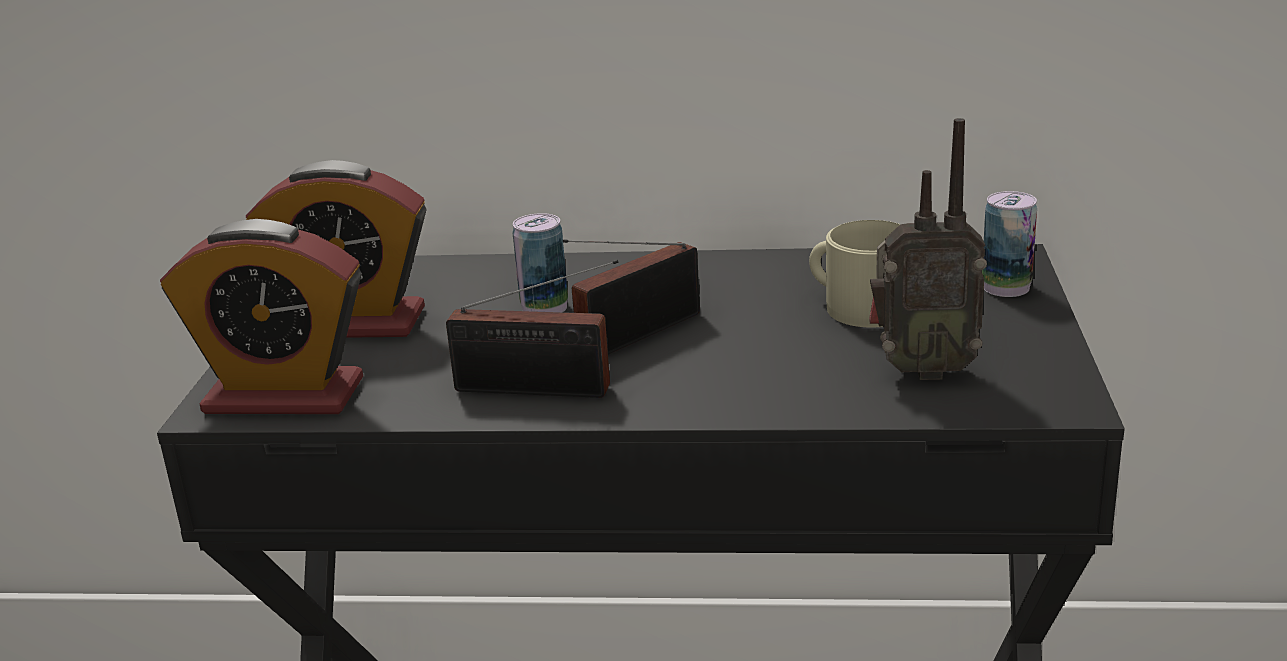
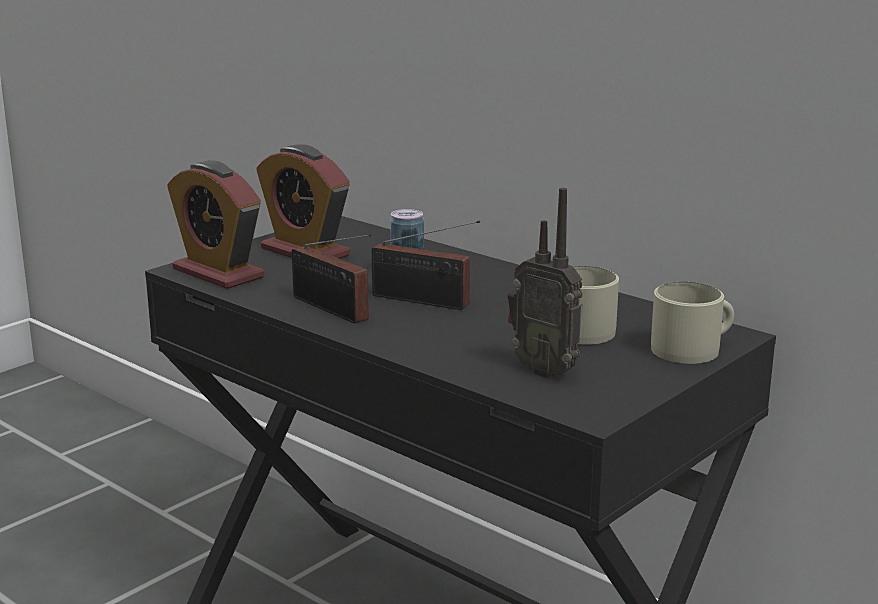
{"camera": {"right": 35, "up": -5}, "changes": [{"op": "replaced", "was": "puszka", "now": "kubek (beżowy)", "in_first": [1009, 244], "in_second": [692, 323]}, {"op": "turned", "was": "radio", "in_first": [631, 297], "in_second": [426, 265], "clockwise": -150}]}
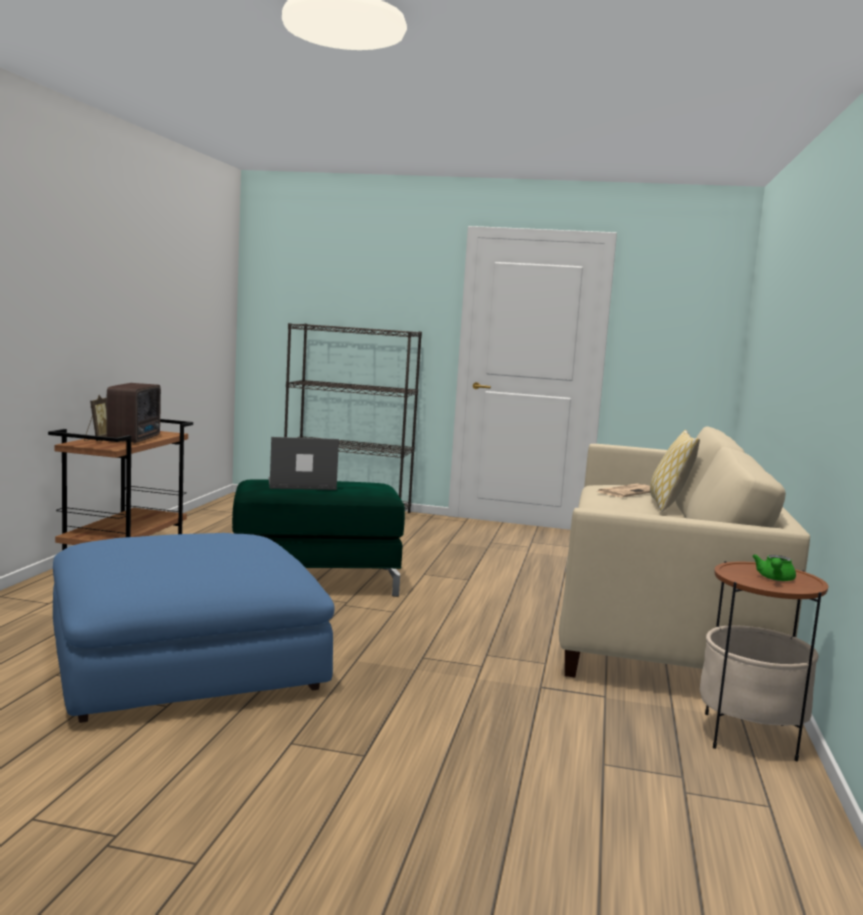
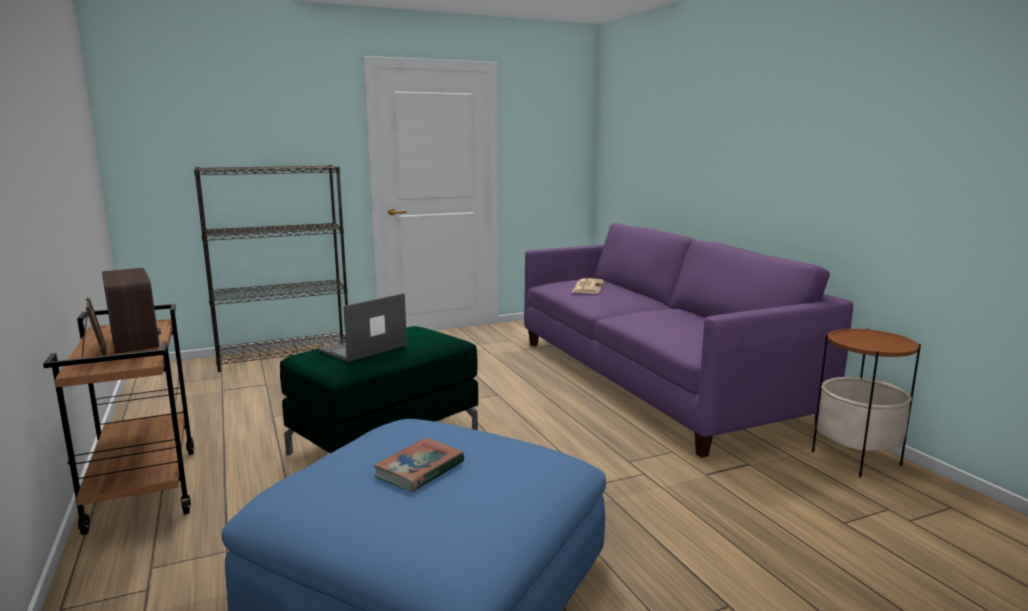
{"camera": {"right": -35, "up": 5}, "changes": [{"op": "removed", "was": "poduszka", "in_first": [675, 471]}, {"op": "removed", "was": "imbryk (zielony)", "in_first": [774, 567]}, {"op": "added", "now": "książka", "in_second": [418, 465]}, {"op": "recoloured", "was": "kanapa (beżowy)", "now": "kanapa (fioletowy)", "in_first": [684, 552], "in_second": [688, 340]}]}
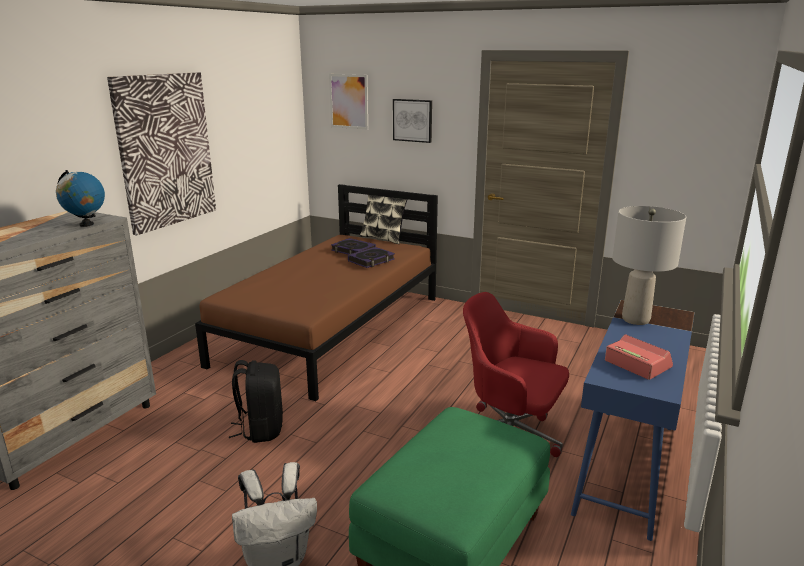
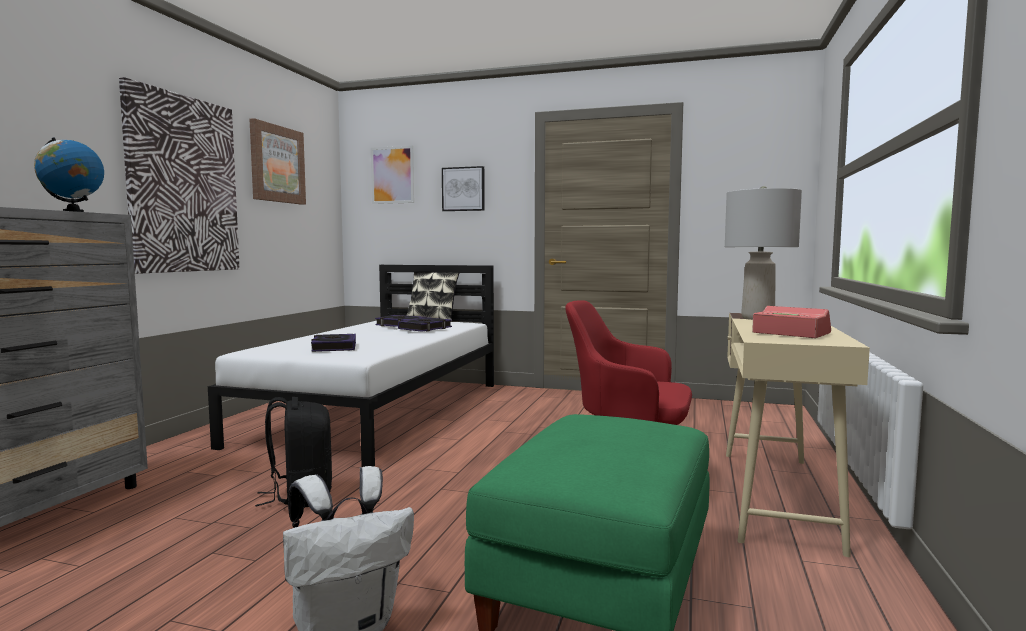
{"camera": {"right": -10, "up": -15}, "changes": [{"op": "added", "now": "obraz", "in_second": [278, 161]}, {"op": "added", "now": "książka", "in_second": [333, 343]}, {"op": "recoloured", "was": "łóżko (brązowy)", "now": "łóżko (biały)", "in_first": [316, 292], "in_second": [351, 366]}, {"op": "recoloured", "was": "biurko (niebieski)", "now": "biurko (beżowy)", "in_first": [633, 420], "in_second": [798, 435]}]}
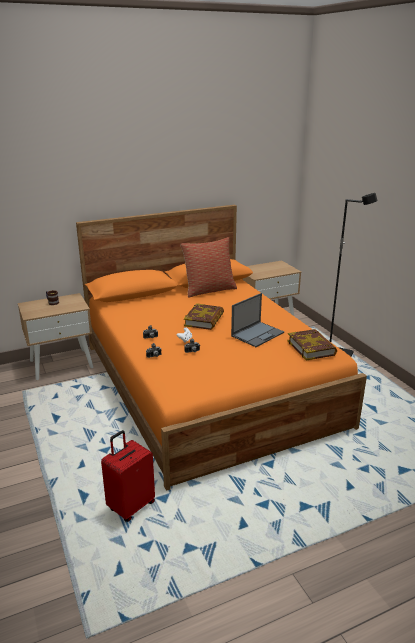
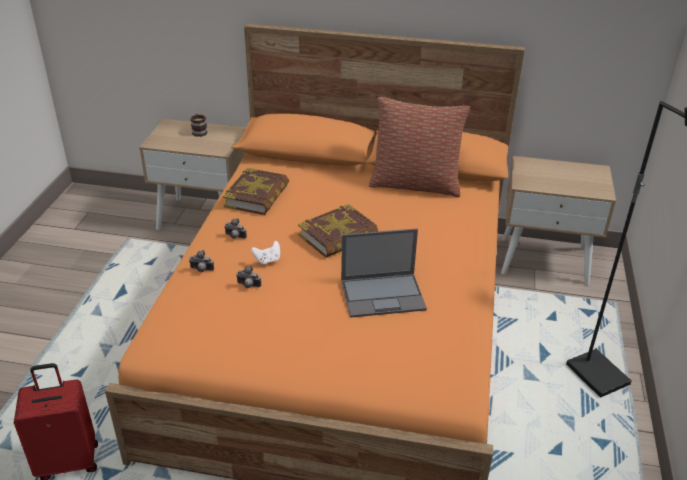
{"camera": {"right": 35, "up": 10}, "changes": [{"op": "moved", "was": "książka", "in_first": [312, 345], "in_second": [256, 191]}]}
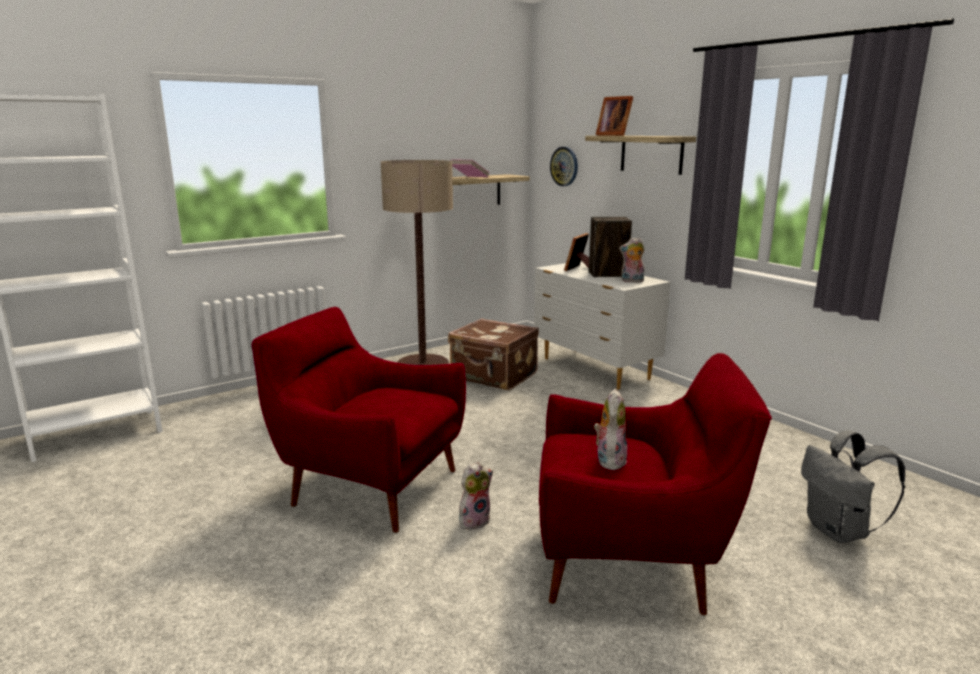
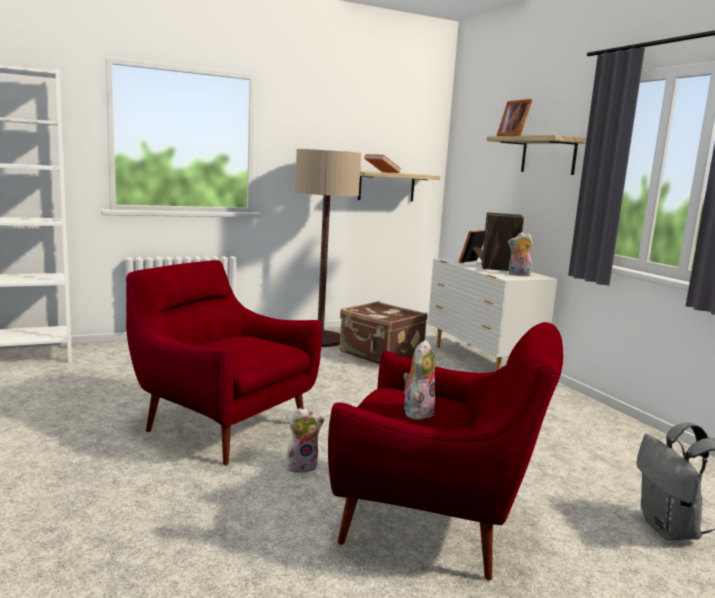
{"camera": {"right": 10, "up": -5}, "changes": [{"op": "removed", "was": "zegar ścienny", "in_first": [564, 166]}, {"op": "recoloured", "was": "książka (różowy)", "now": "książka (pomarańczowy)", "in_first": [470, 168], "in_second": [382, 163]}]}
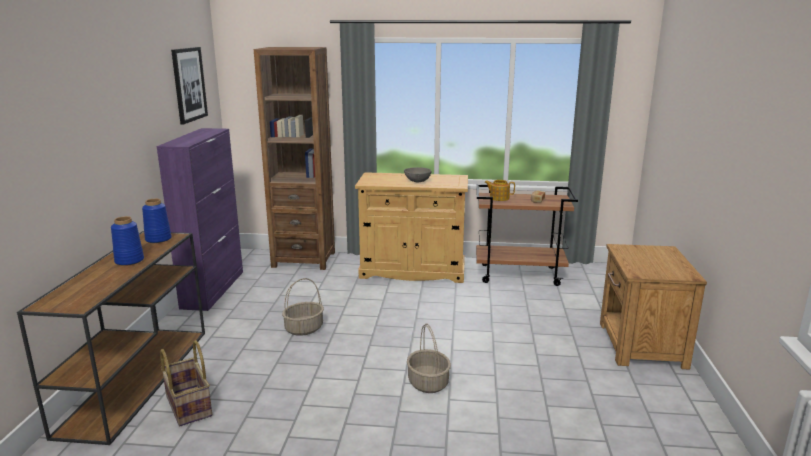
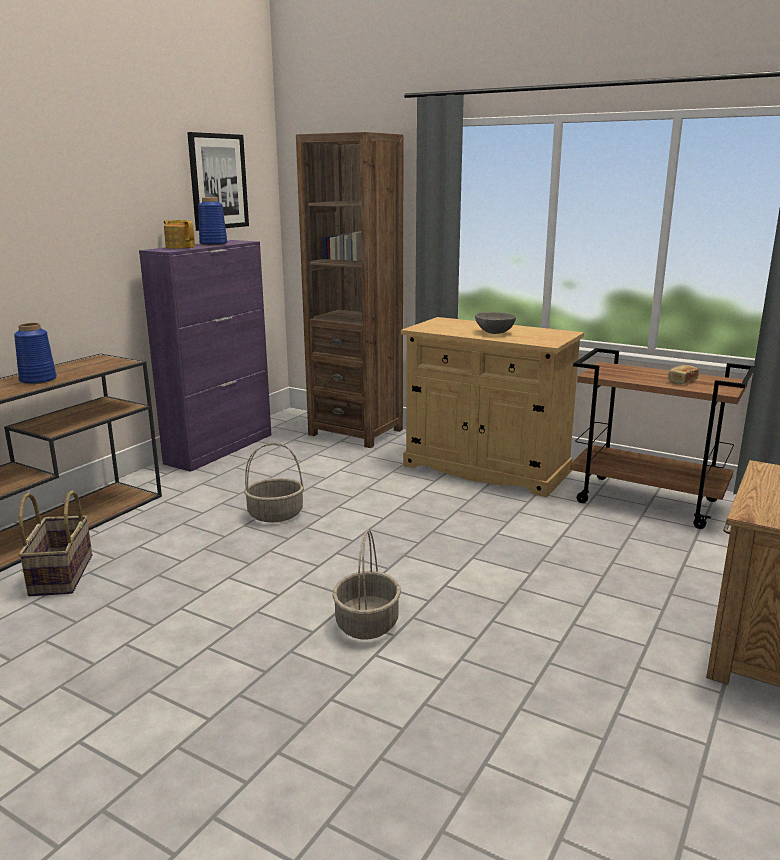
{"camera": {"right": 25, "up": 0}, "changes": [{"op": "moved", "was": "wazon (niebieski)", "in_first": [157, 221], "in_second": [212, 221]}, {"op": "moved", "was": "imbryk", "in_first": [499, 190], "in_second": [179, 234]}]}
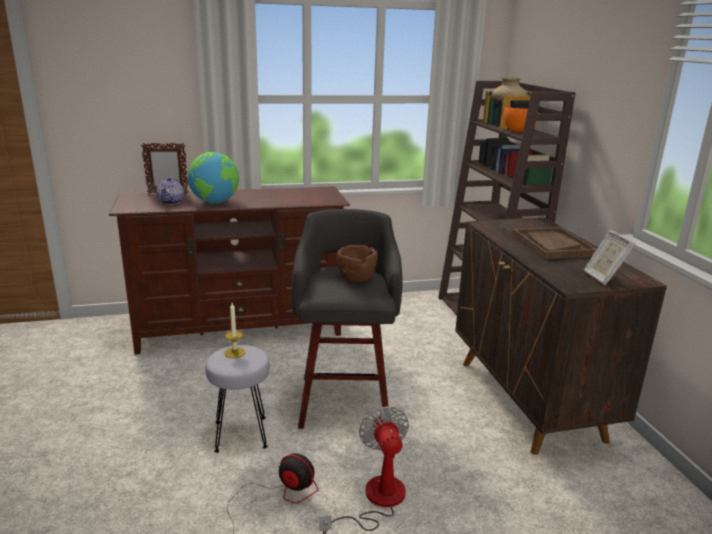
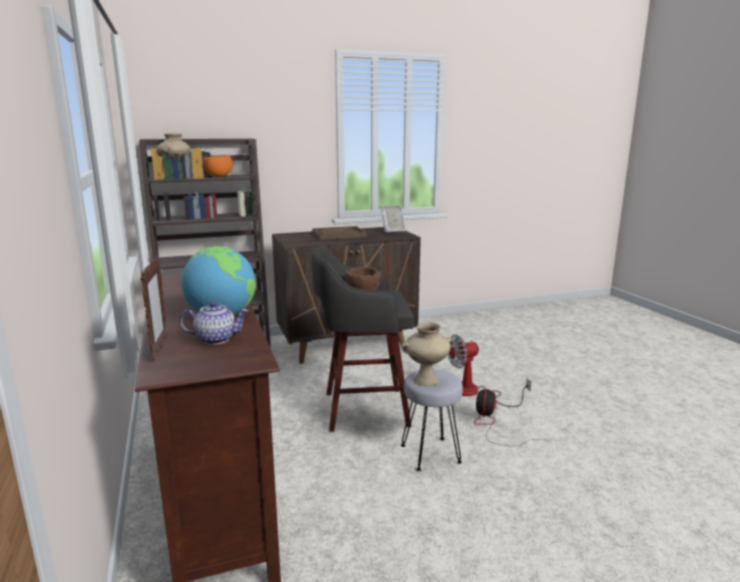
{"camera": {"right": -95, "up": -5}, "changes": [{"op": "replaced", "was": "świeca", "now": "wazon (beżowy)", "in_first": [234, 330], "in_second": [427, 354]}]}
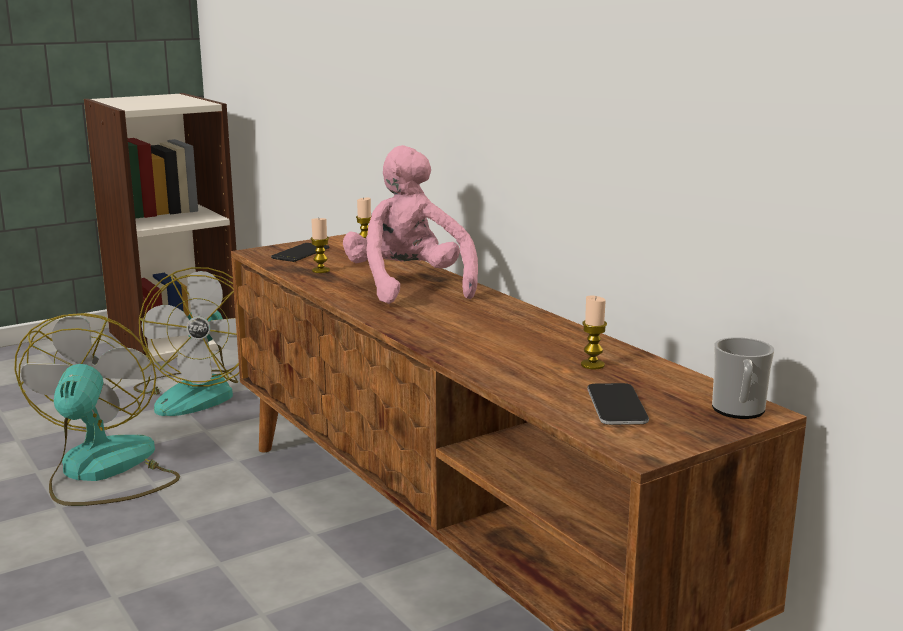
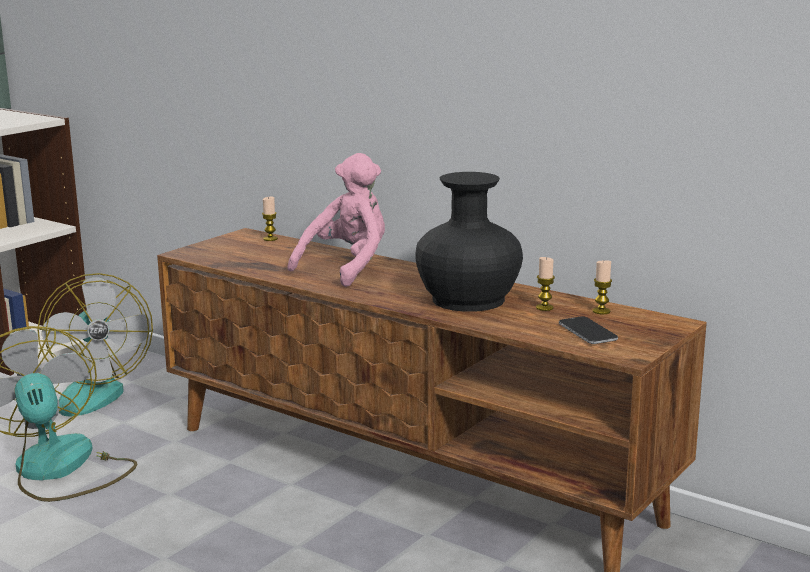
{"camera": {"right": -20, "up": 0}, "changes": [{"op": "removed", "was": "telefon", "in_first": [300, 252]}, {"op": "removed", "was": "kubek", "in_first": [743, 378]}, {"op": "added", "now": "wazon (czarny)", "in_second": [469, 242]}, {"op": "moved", "was": "świeca", "in_first": [320, 245], "in_second": [602, 287]}, {"op": "turned", "was": "pluszak (różowy)", "in_first": [410, 224], "in_second": [336, 220], "clockwise": 75}]}
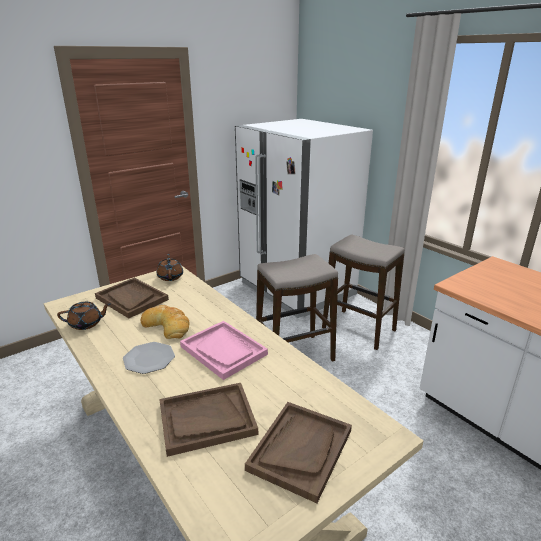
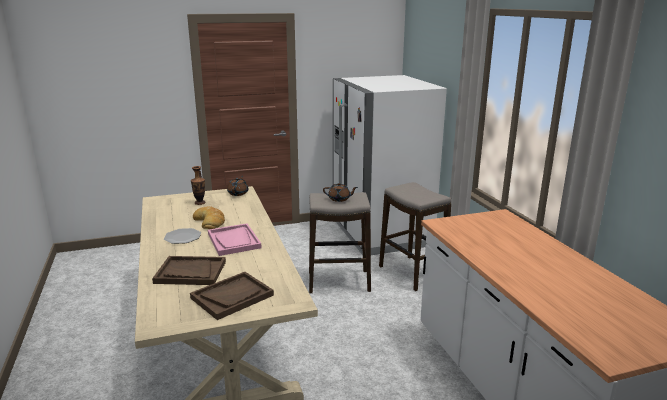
{"camera": {"right": 20, "up": -5}, "changes": [{"op": "moved", "was": "imbryk (brązowy)", "in_first": [83, 316], "in_second": [340, 192]}, {"op": "replaced", "was": "taca (brązowy)", "now": "wazon", "in_first": [132, 298], "in_second": [198, 185]}]}
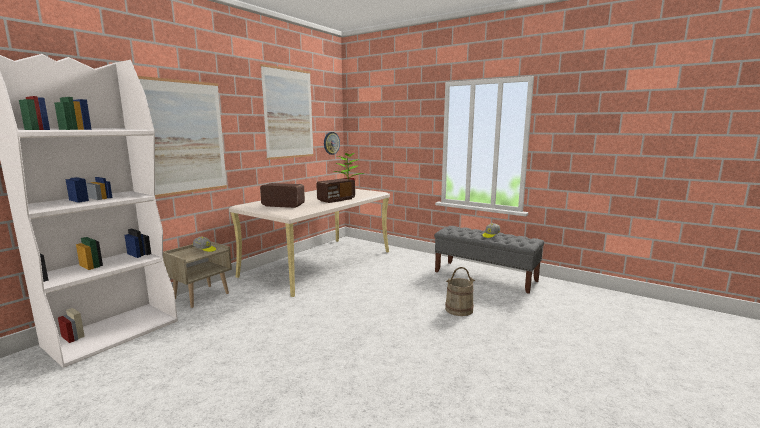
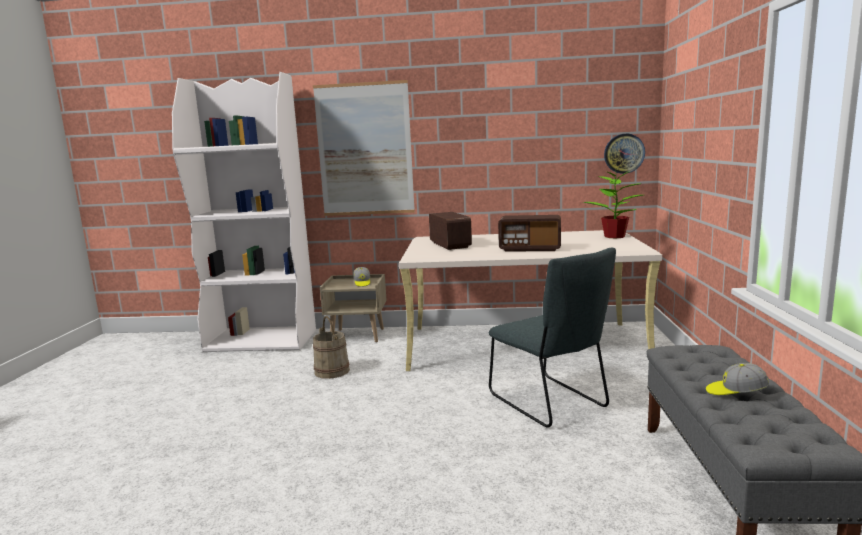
{"camera": {"right": 60, "up": 0}, "changes": [{"op": "removed", "was": "obraz", "in_first": [287, 112]}, {"op": "added", "now": "krzesło (szary)", "in_second": [552, 338]}, {"op": "moved", "was": "wiadro (beżowy)", "in_first": [460, 291], "in_second": [331, 347]}]}
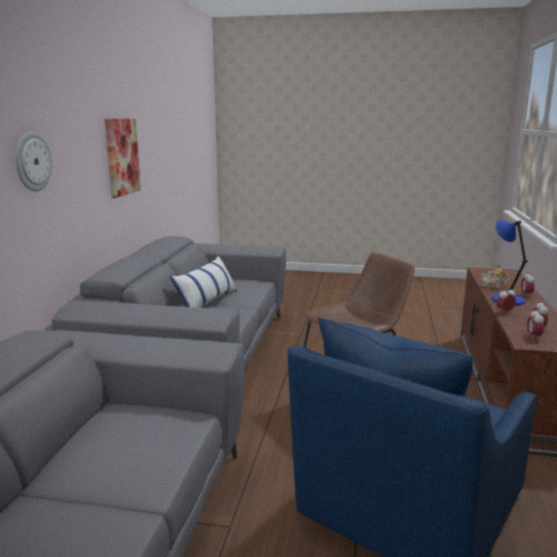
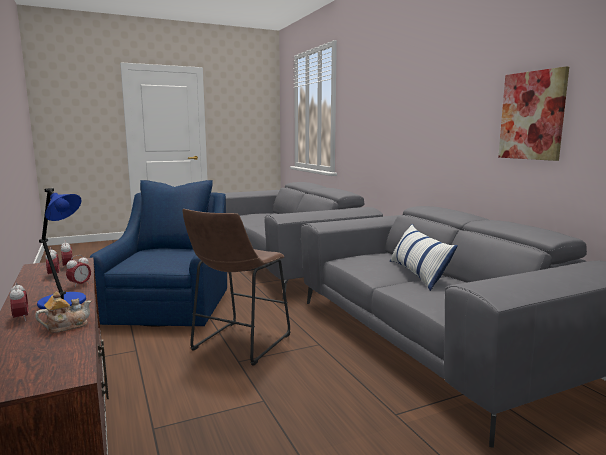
{"camera": {"right": 145, "up": -5}, "changes": [{"op": "removed", "was": "zegar ścienny", "in_first": [33, 161]}]}
